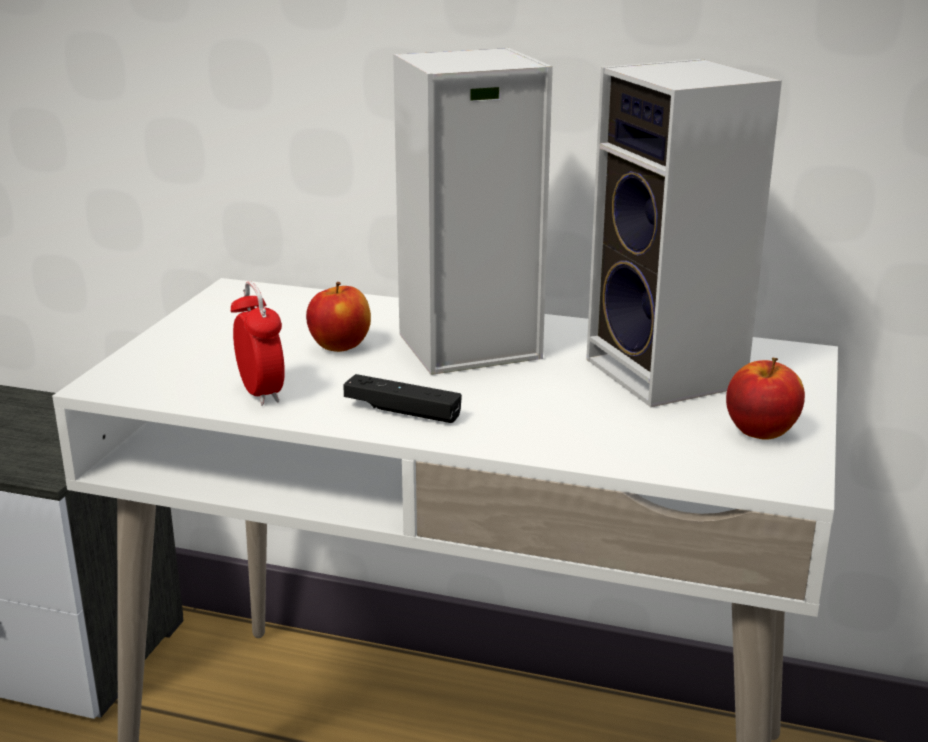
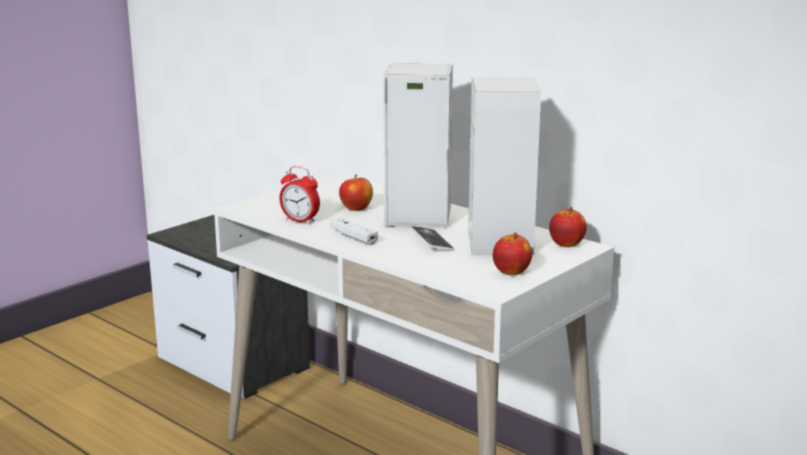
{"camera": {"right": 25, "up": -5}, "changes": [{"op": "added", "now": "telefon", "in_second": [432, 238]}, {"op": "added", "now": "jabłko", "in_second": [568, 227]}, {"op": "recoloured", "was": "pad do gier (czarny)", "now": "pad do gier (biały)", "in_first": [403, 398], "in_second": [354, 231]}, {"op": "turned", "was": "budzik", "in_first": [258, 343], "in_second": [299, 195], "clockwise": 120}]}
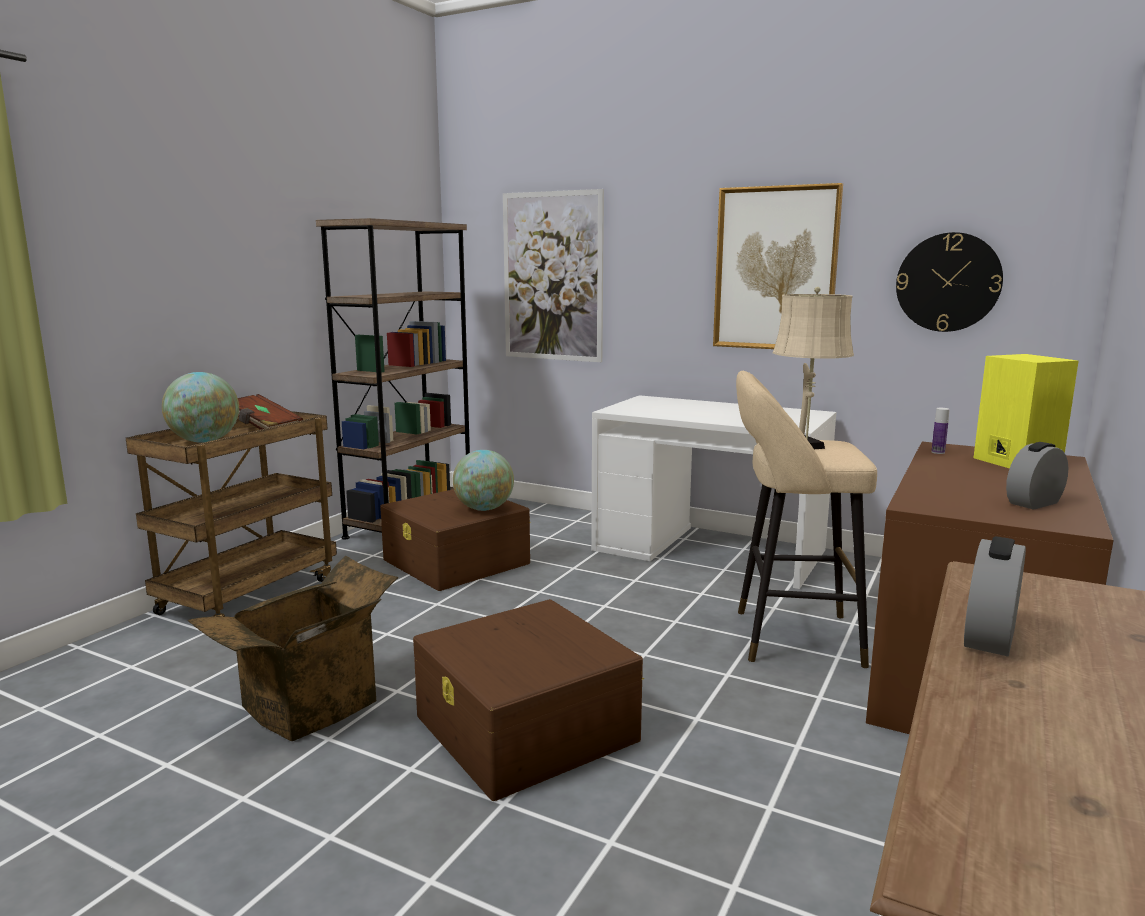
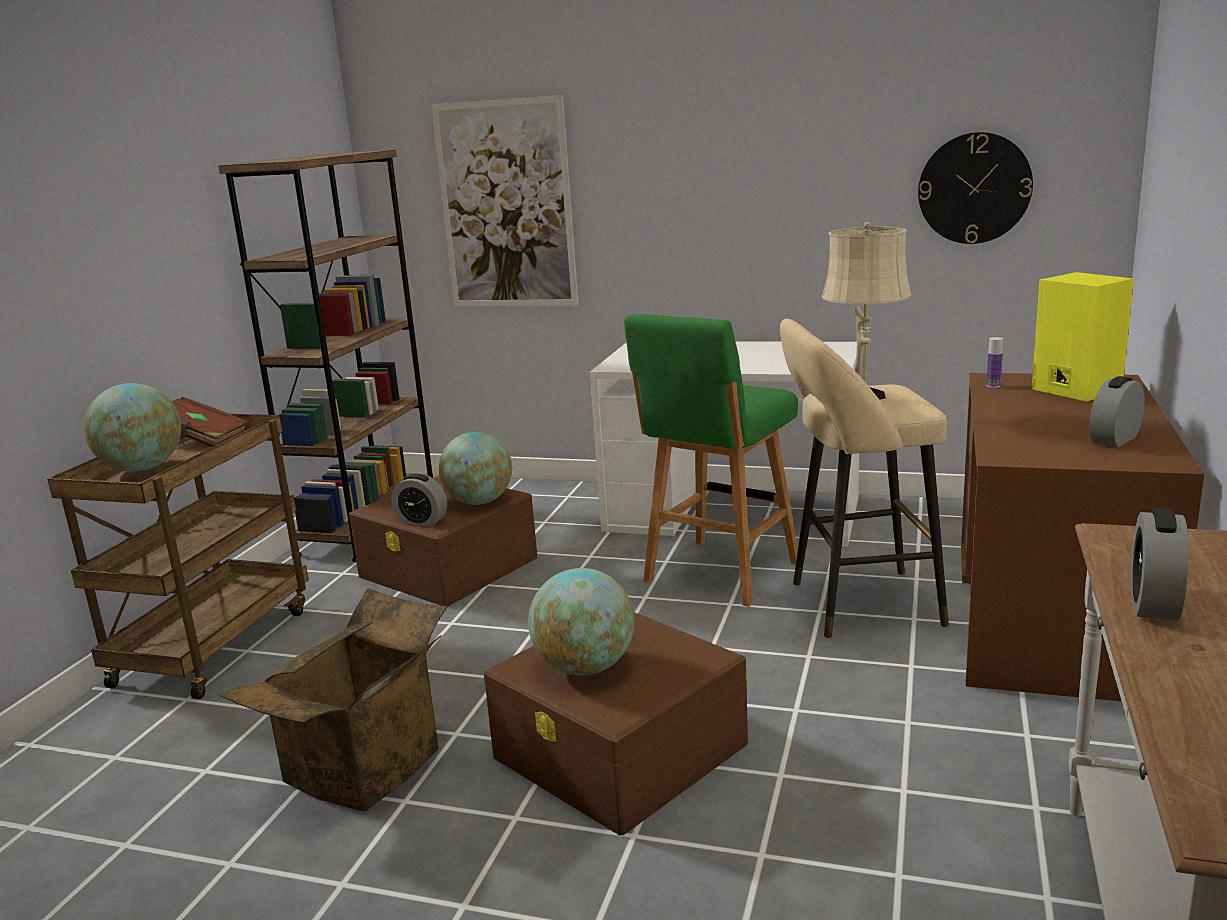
{"camera": {"right": -10, "up": 5}, "changes": [{"op": "removed", "was": "obraz", "in_first": [778, 266]}, {"op": "added", "now": "budzik", "in_second": [419, 500]}, {"op": "added", "now": "globus", "in_second": [581, 622]}, {"op": "added", "now": "stołek (zielony)", "in_second": [711, 460]}]}
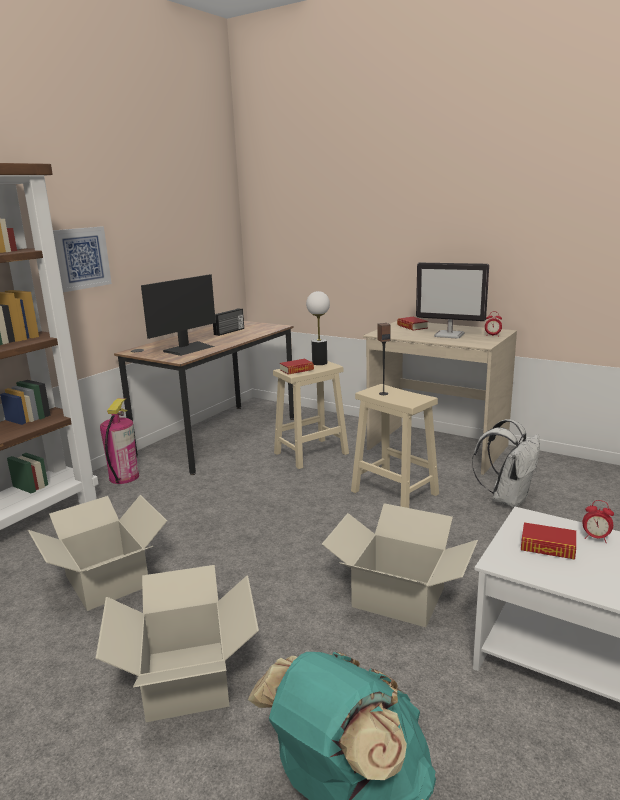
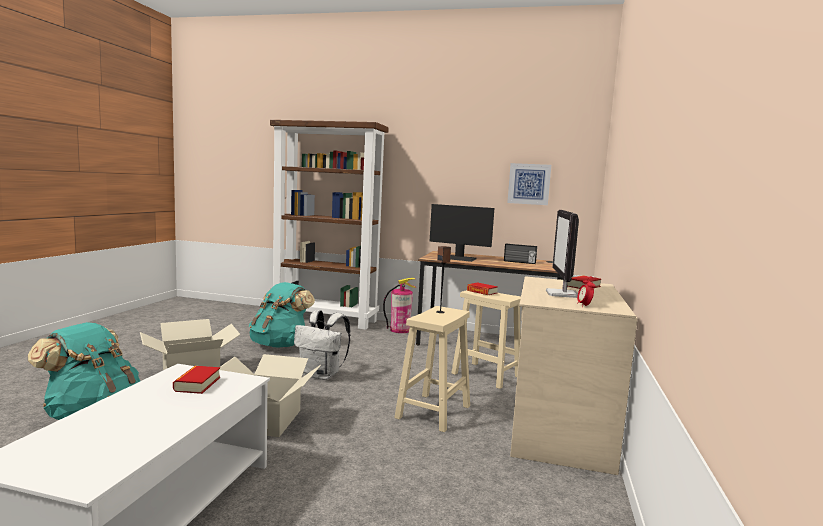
{"camera": {"right": 70, "up": -10}, "changes": [{"op": "removed", "was": "lampa stołowa", "in_first": [318, 328]}, {"op": "removed", "was": "budzik", "in_first": [598, 521]}, {"op": "moved", "was": "obraz", "in_first": [82, 259], "in_second": [529, 184]}, {"op": "moved", "was": "plecak (biały)", "in_first": [506, 463], "in_second": [322, 345]}, {"op": "replaced", "was": "karton", "now": "plecak (turkusowy)", "in_first": [97, 553], "in_second": [282, 315]}]}
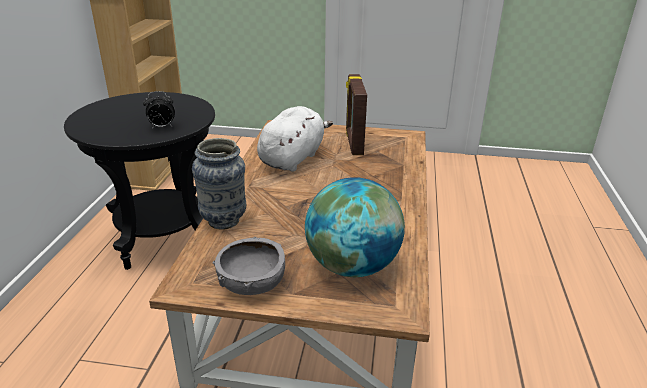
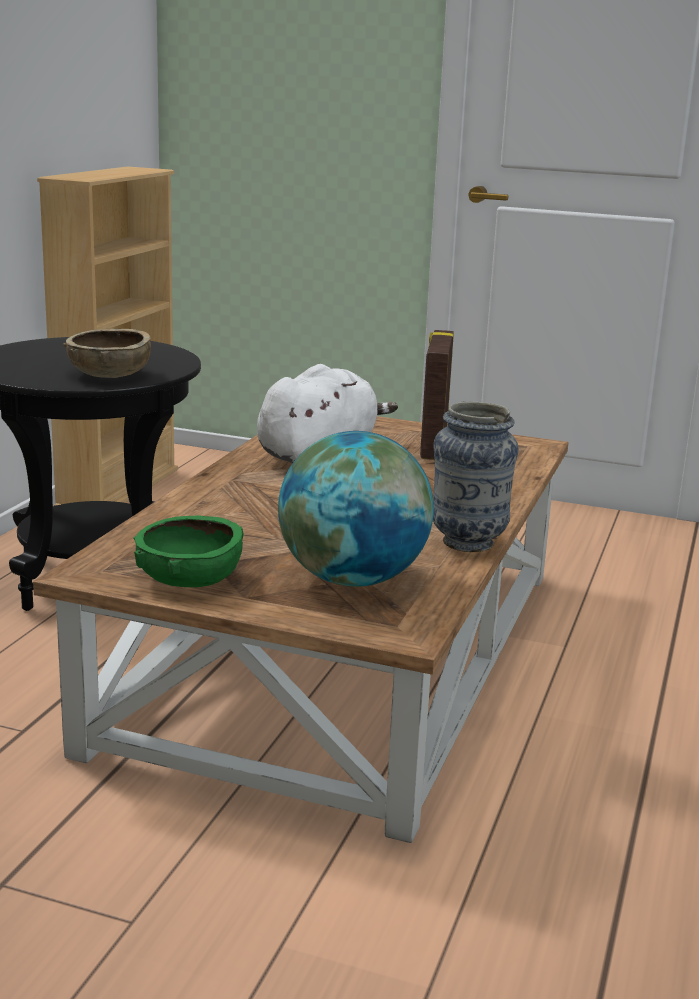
{"camera": {"right": 10, "up": -10}, "changes": [{"op": "moved", "was": "wazon", "in_first": [219, 184], "in_second": [476, 476]}, {"op": "replaced", "was": "budzik", "now": "miska (brązowy)", "in_first": [159, 110], "in_second": [107, 353]}, {"op": "recoloured", "was": "miska (szary)", "now": "miska (zielony)", "in_first": [248, 266], "in_second": [188, 551]}]}
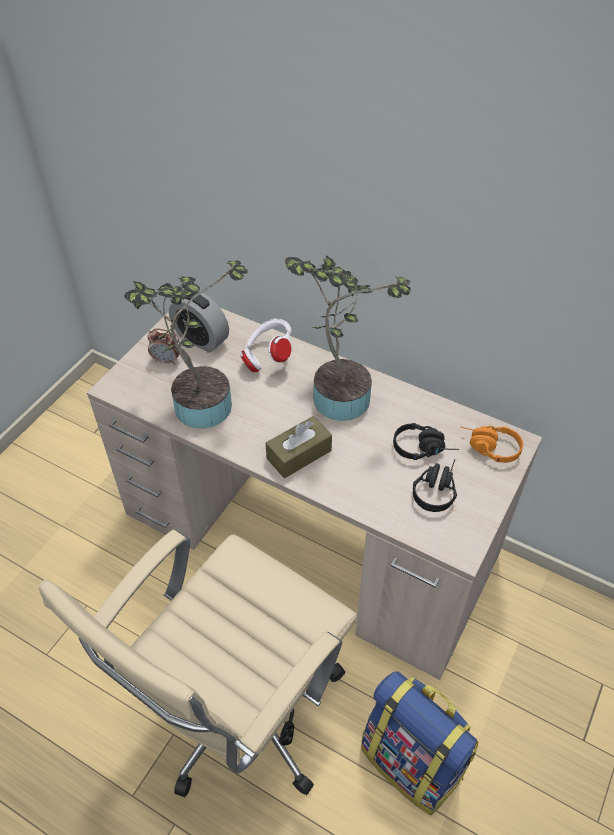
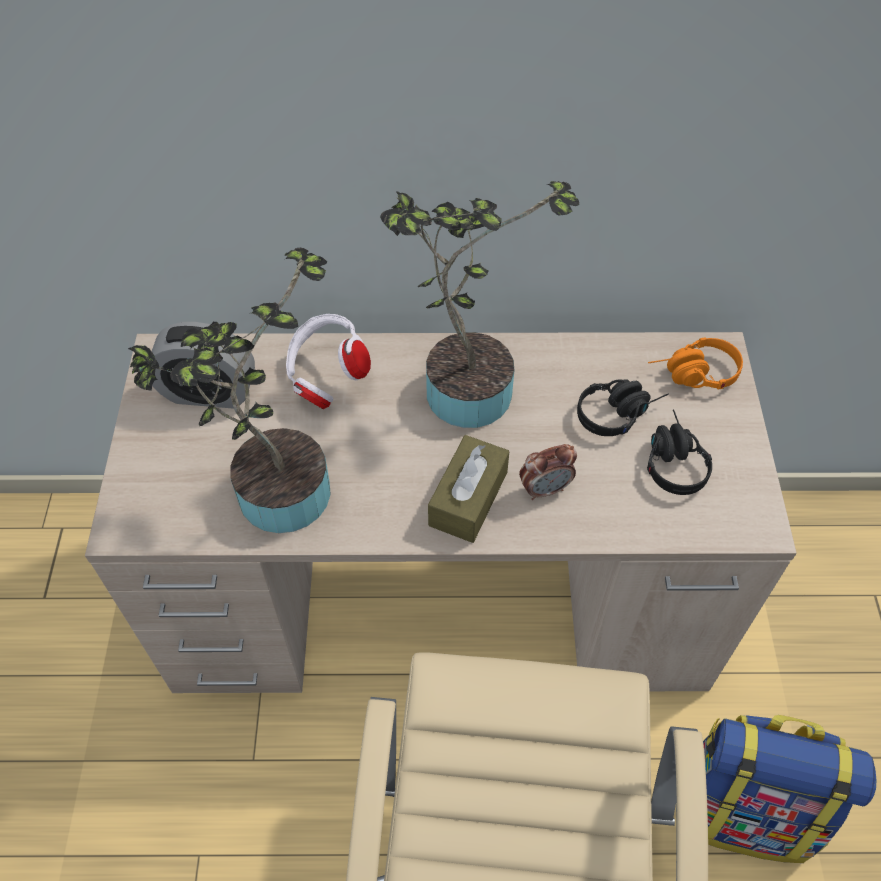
{"camera": {"right": -30, "up": 5}, "changes": [{"op": "moved", "was": "budzik", "in_first": [164, 347], "in_second": [548, 472]}]}
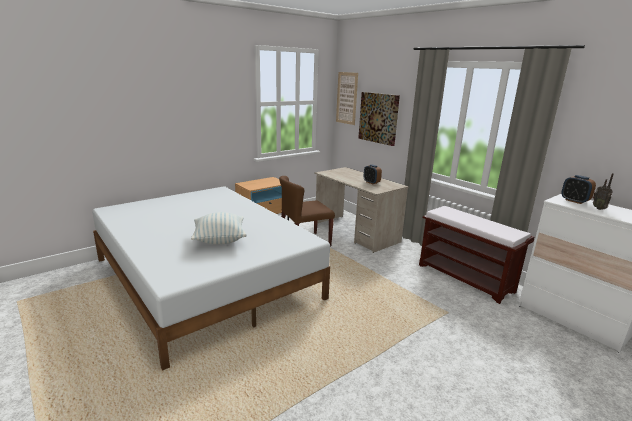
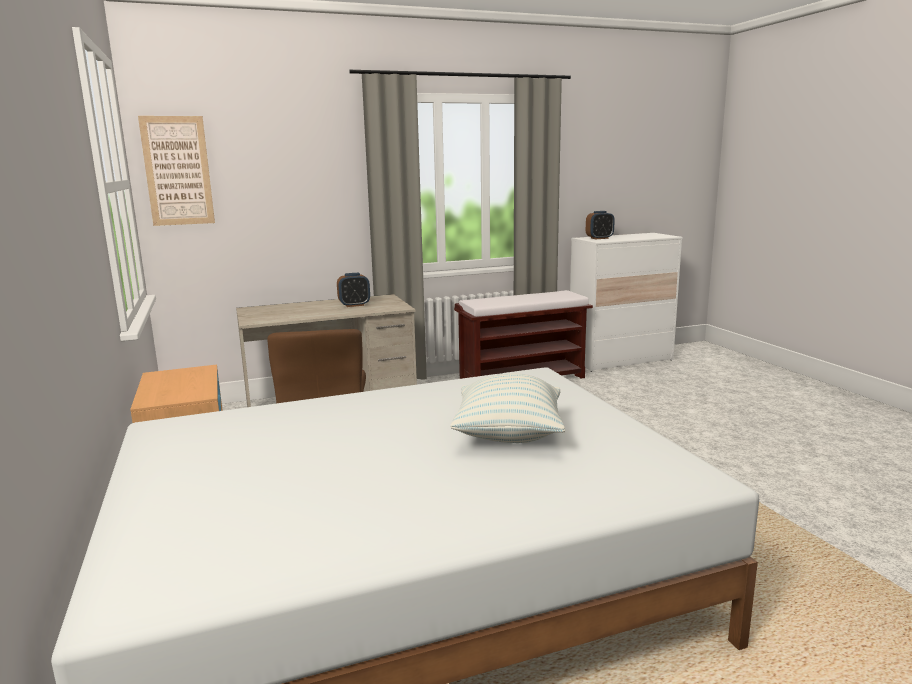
{"camera": {"right": -70, "up": -5}, "changes": [{"op": "removed", "was": "obraz", "in_first": [379, 119]}, {"op": "removed", "was": "radio", "in_first": [603, 191]}]}
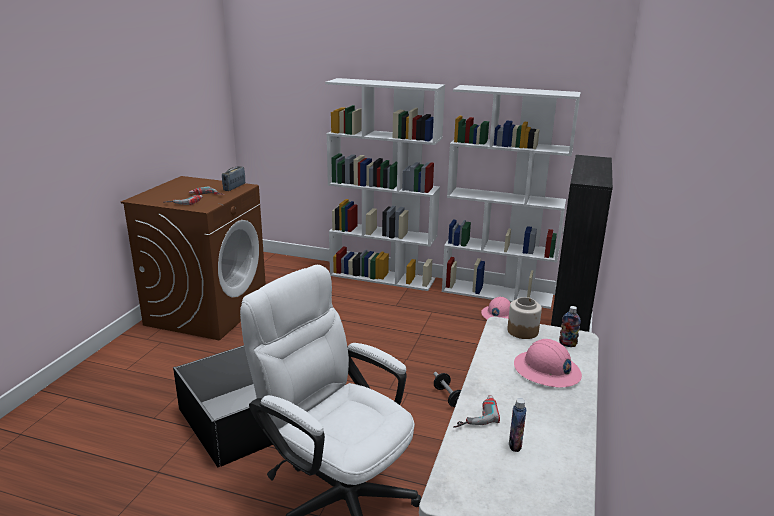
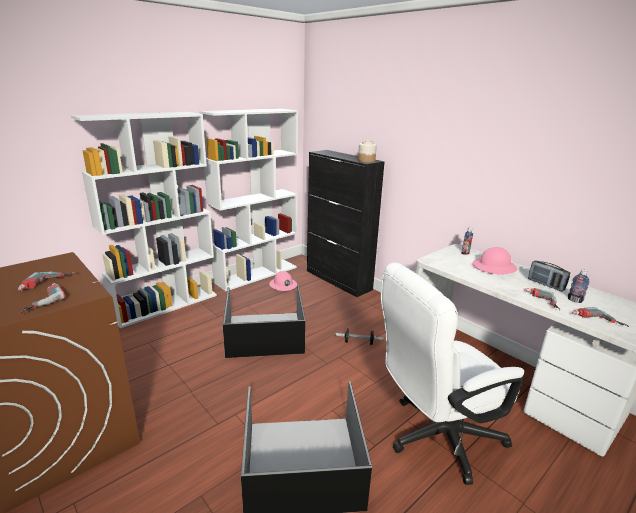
{"camera": {"right": -60, "up": 0}, "changes": [{"op": "added", "now": "pojemnik do przechowywania (czarny)", "in_second": [264, 321]}, {"op": "added", "now": "wiertarka", "in_second": [600, 317]}, {"op": "moved", "was": "radio", "in_first": [233, 178], "in_second": [549, 275]}, {"op": "moved", "was": "słoik", "in_first": [524, 318], "in_second": [367, 152]}]}
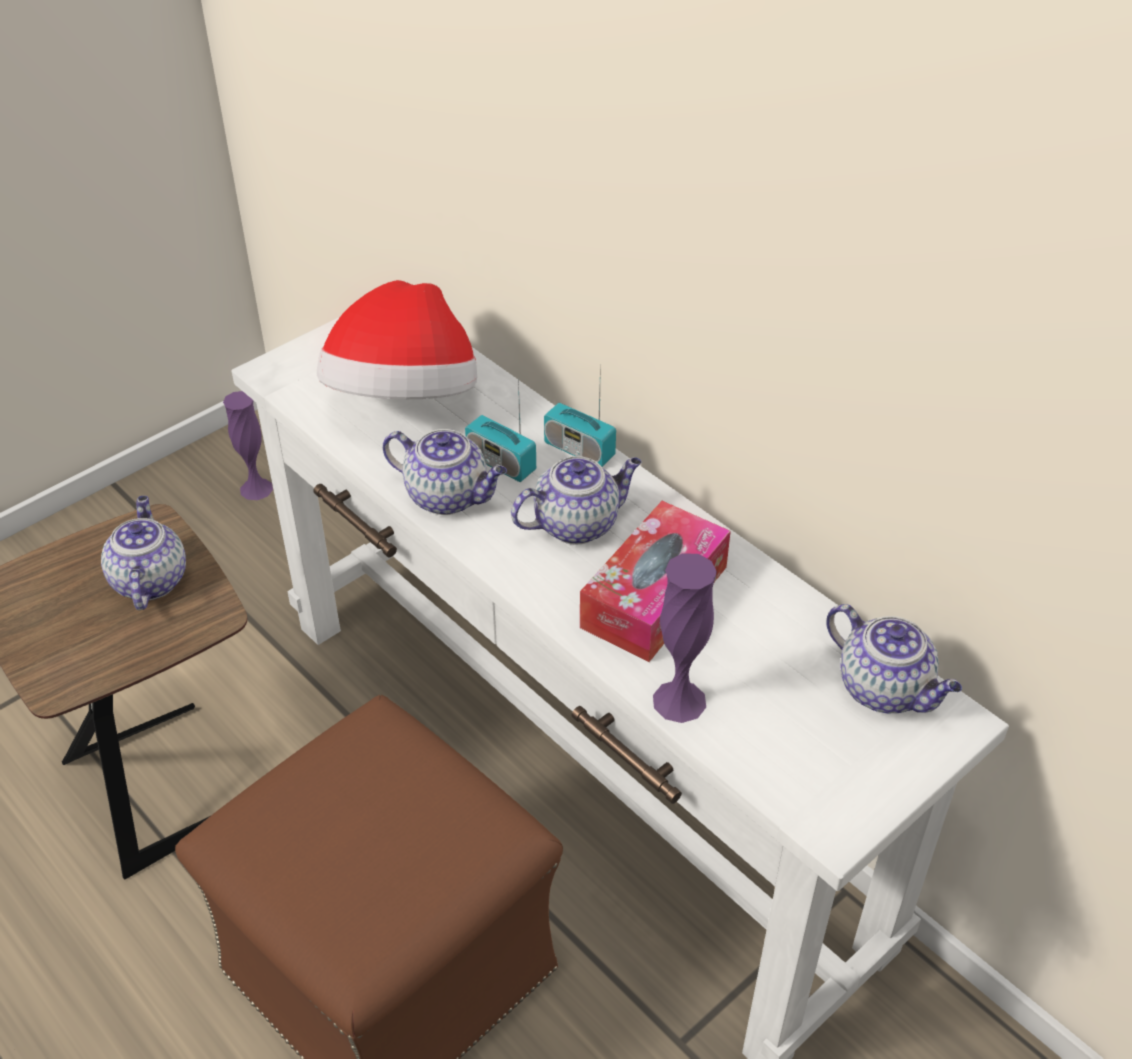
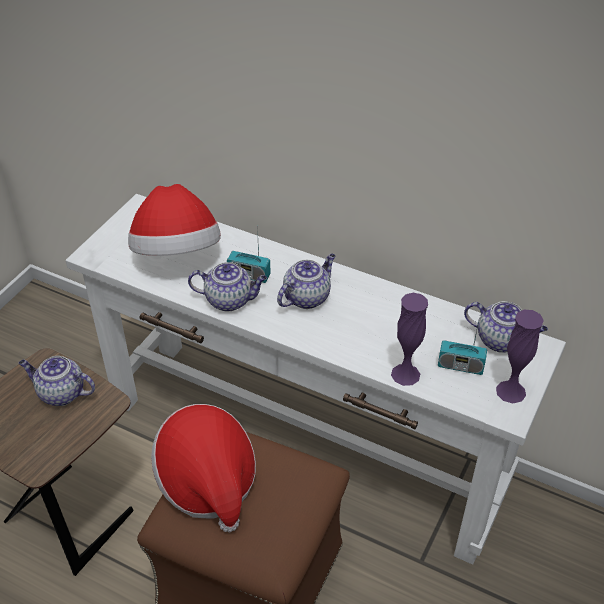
{"camera": {"right": -20, "up": 0}, "changes": [{"op": "removed", "was": "pudełko chusteczek", "in_first": [655, 581]}, {"op": "added", "now": "kapelusz", "in_second": [203, 468]}, {"op": "moved", "was": "wazon (fioletowy)", "in_first": [248, 445], "in_second": [520, 356]}, {"op": "moved", "was": "radio", "in_first": [580, 415], "in_second": [462, 345]}, {"op": "turned", "was": "imbryk", "in_first": [143, 553], "in_second": [57, 381], "clockwise": -45}]}
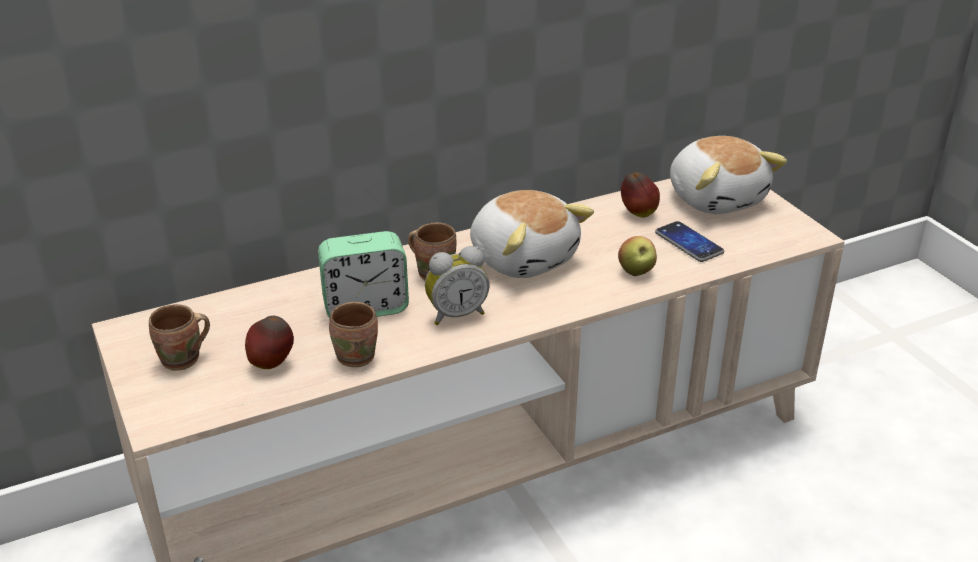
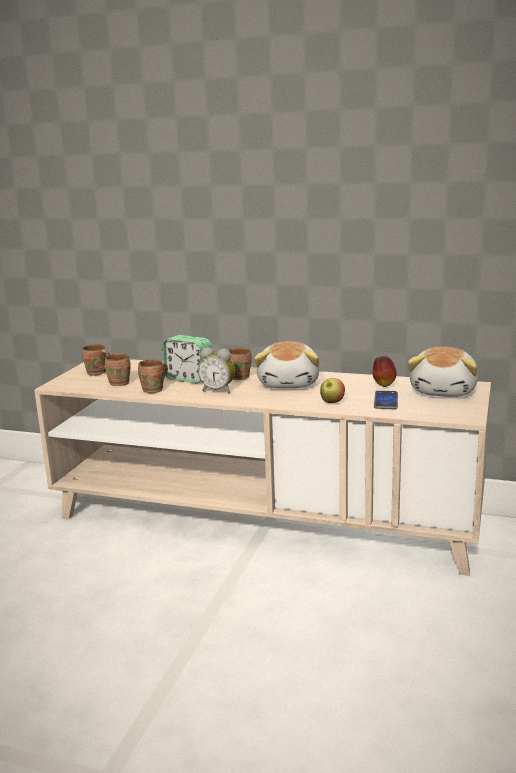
{"camera": {"right": 45, "up": -15}, "changes": [{"op": "replaced", "was": "jabłko", "now": "kubek (brązowy)", "in_first": [269, 342], "in_second": [118, 369]}]}
